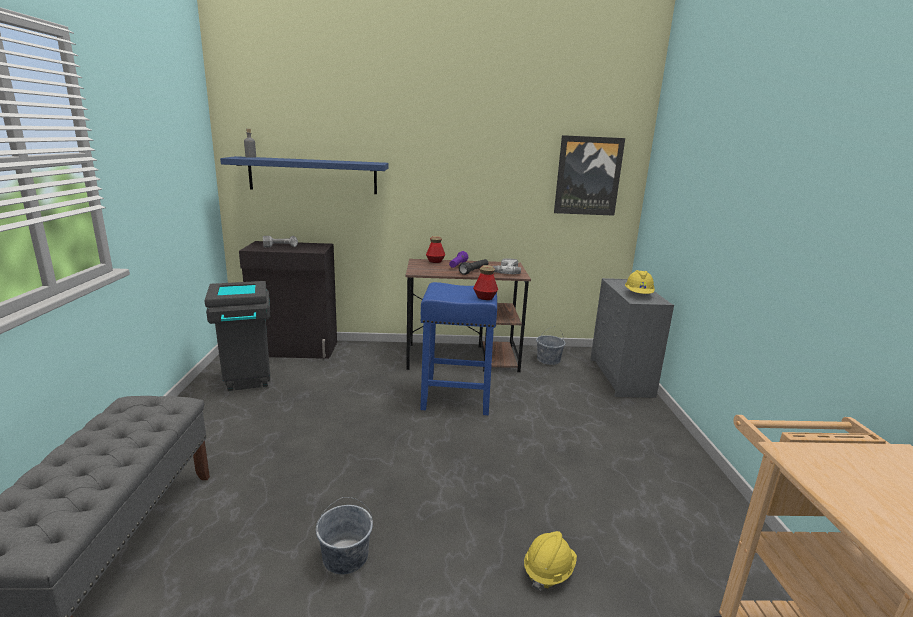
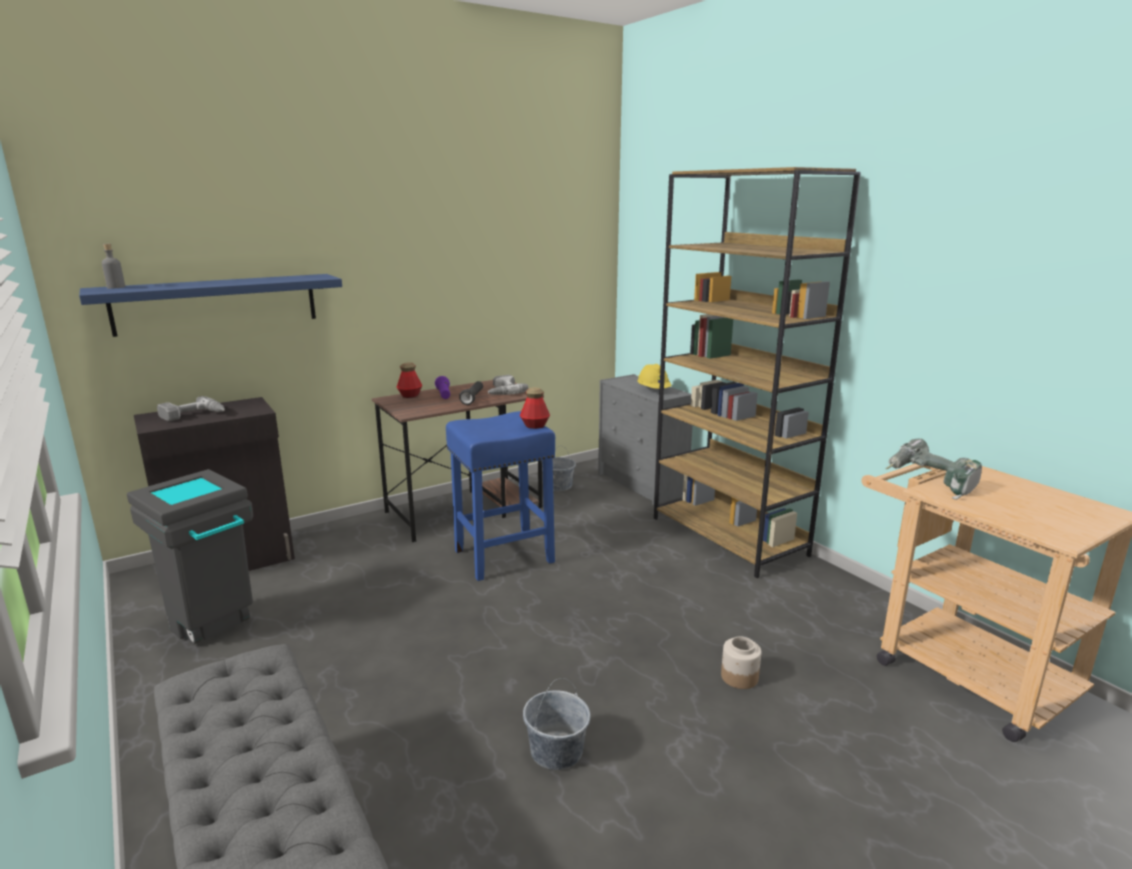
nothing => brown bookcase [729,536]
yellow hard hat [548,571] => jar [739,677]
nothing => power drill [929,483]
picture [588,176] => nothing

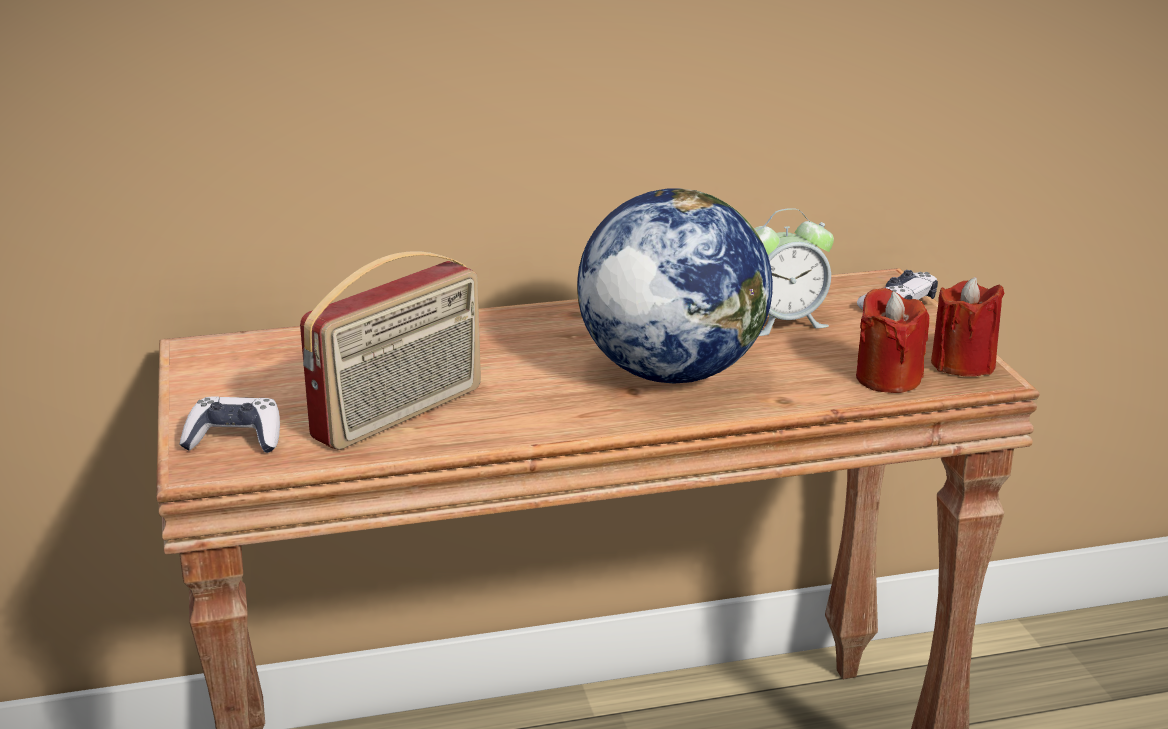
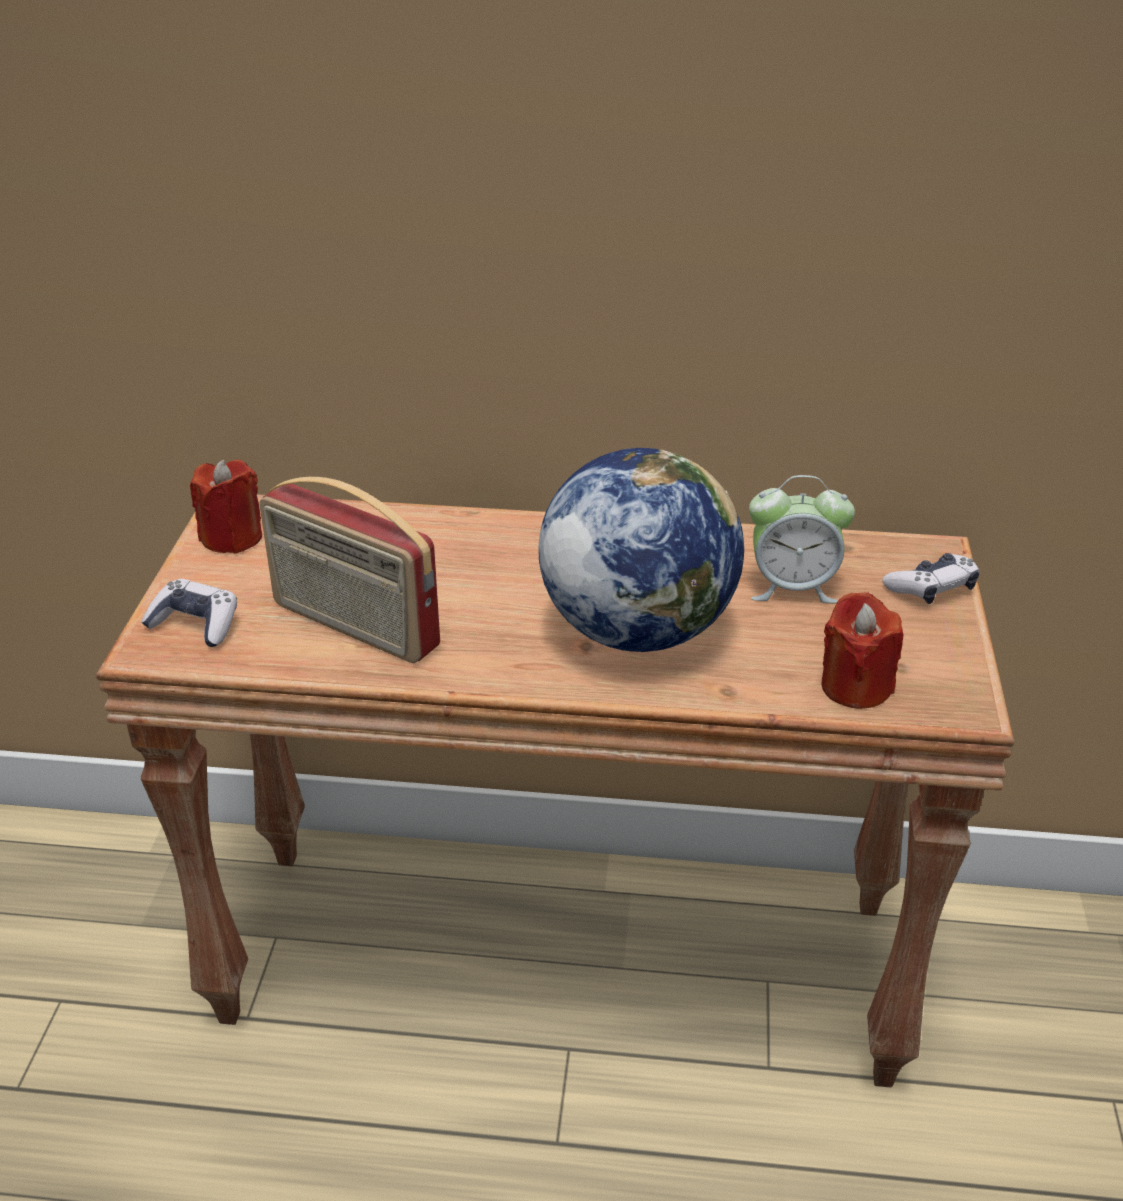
red candle [963,364] => red candle [232,538], moved
radio [400,414] => radio [353,627], 60 degrees clockwise

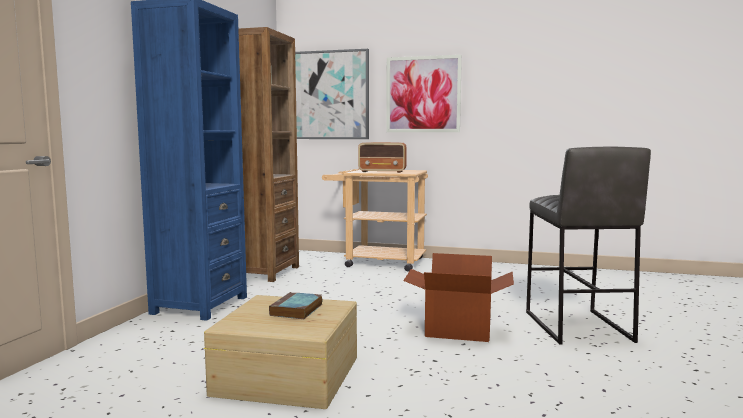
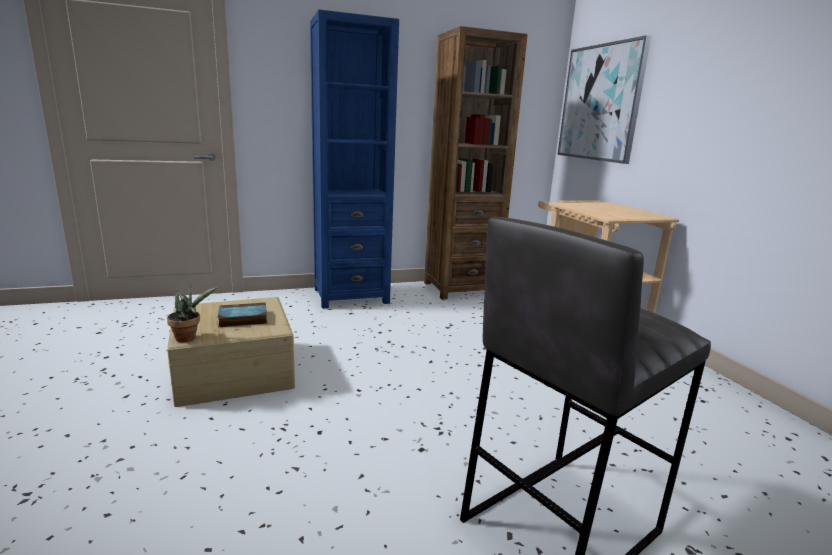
nothing => potted plant [189,337]
radio [383,172] => nothing
picture [423,94] => nothing
cardboard box [458,331] => nothing

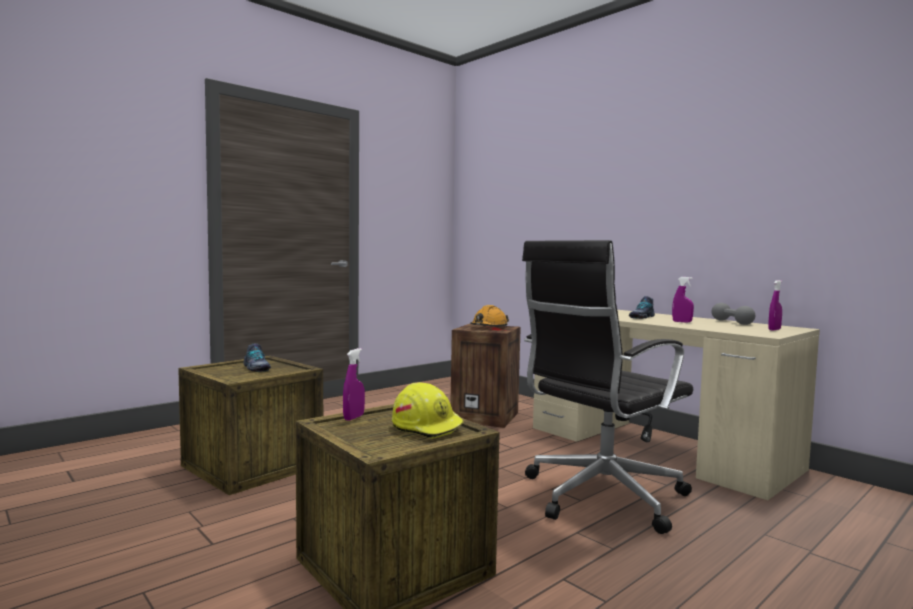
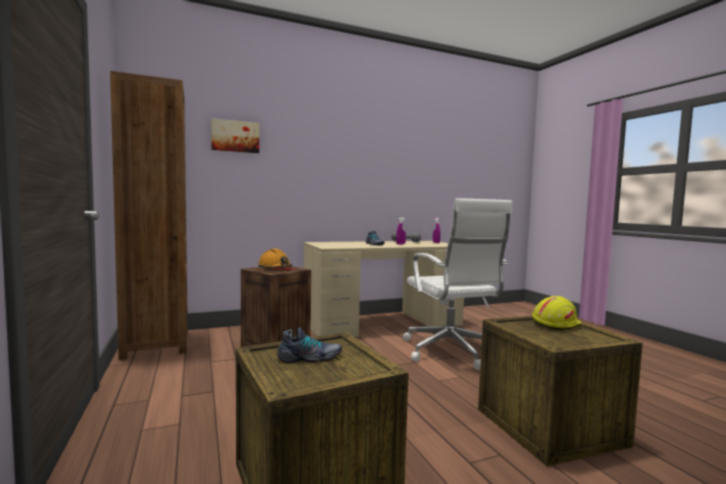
nothing => brown bookcase [156,344]
nothing => picture [235,136]
black office chair [600,497] => white office chair [451,352]
purple spray bottle [353,417] => nothing

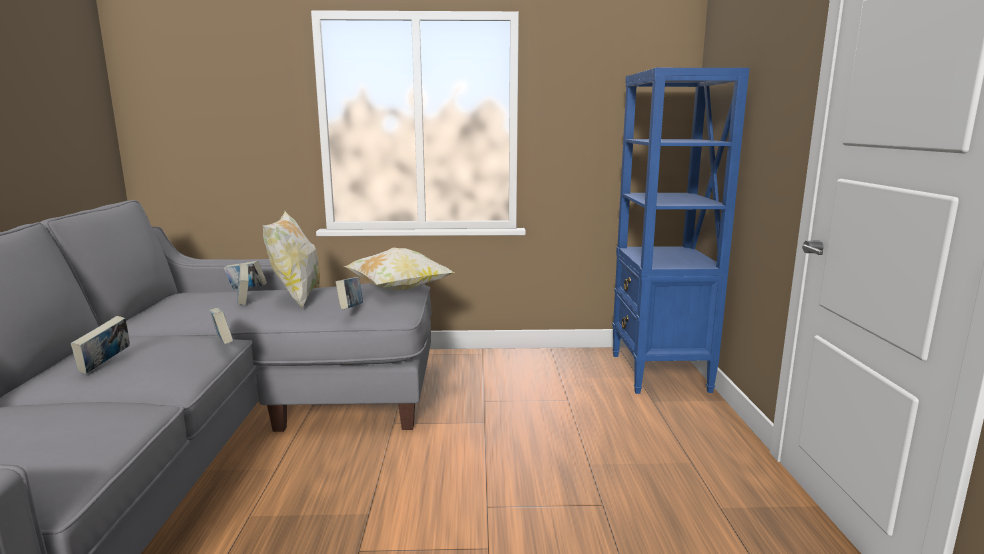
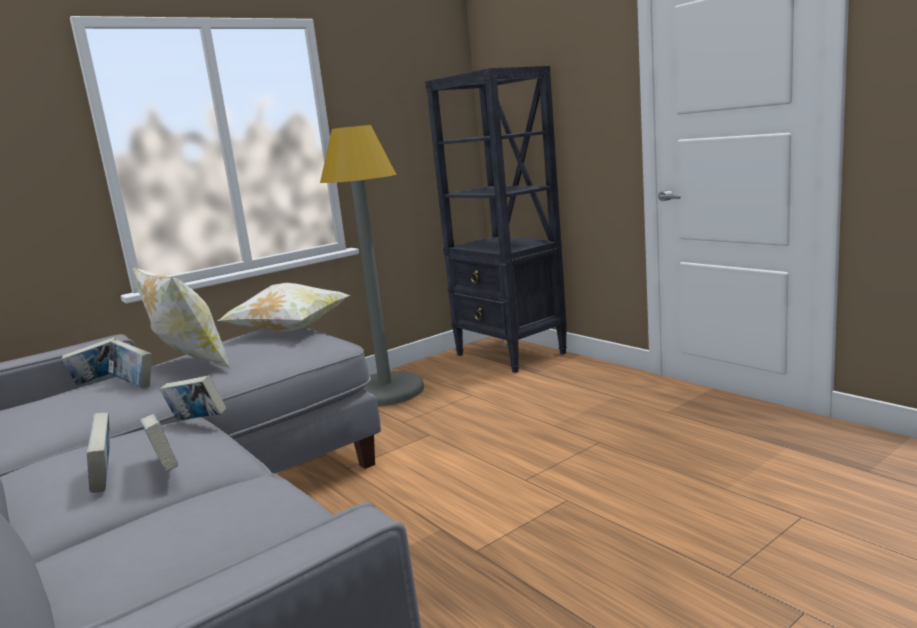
book [351,309] => book [165,468], moved
nothing => grey floor lamp [386,391]
blue bookcase [659,373] => black bookcase [511,354]

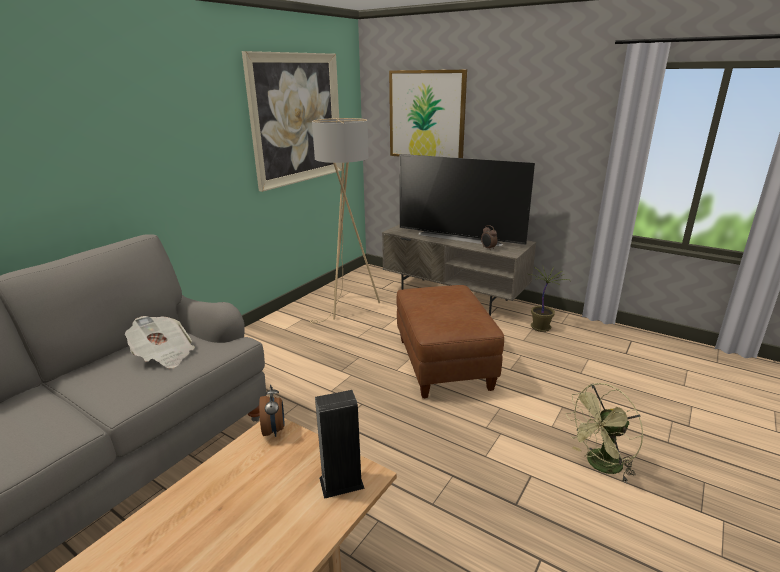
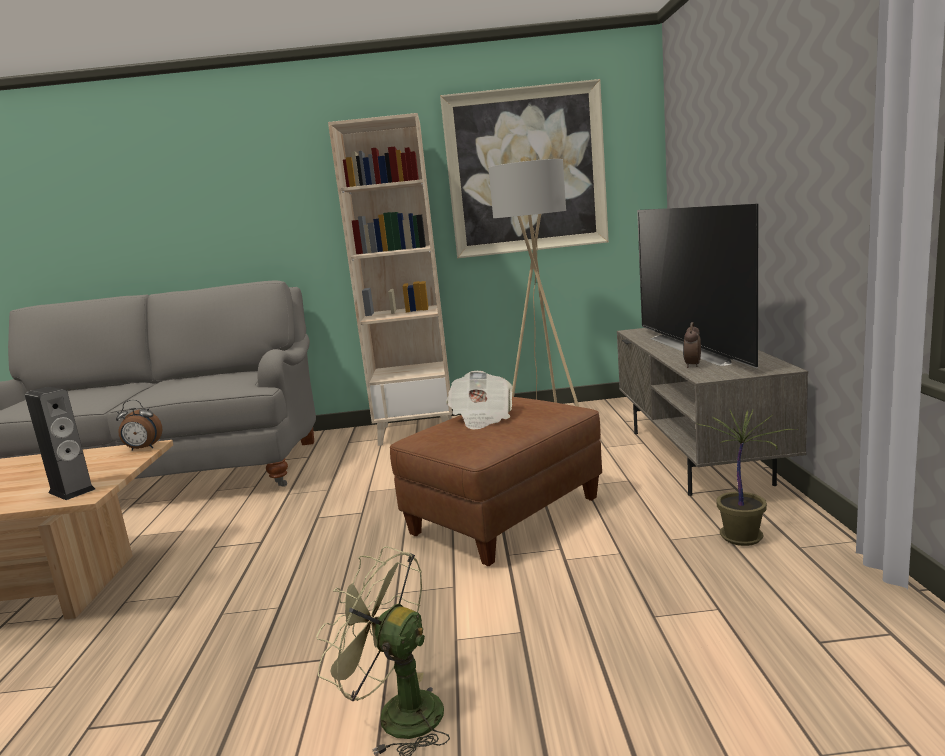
alarm clock [274,430] => alarm clock [143,449], 45 degrees clockwise
nothing => beige bookcase [417,431]
newspaper [164,355] => newspaper [481,418], moved
picture [426,115] => nothing

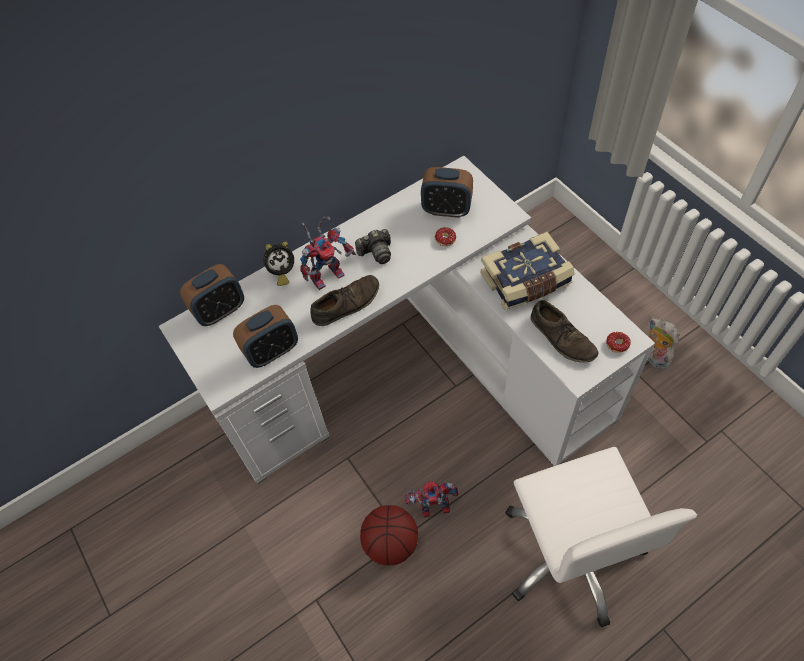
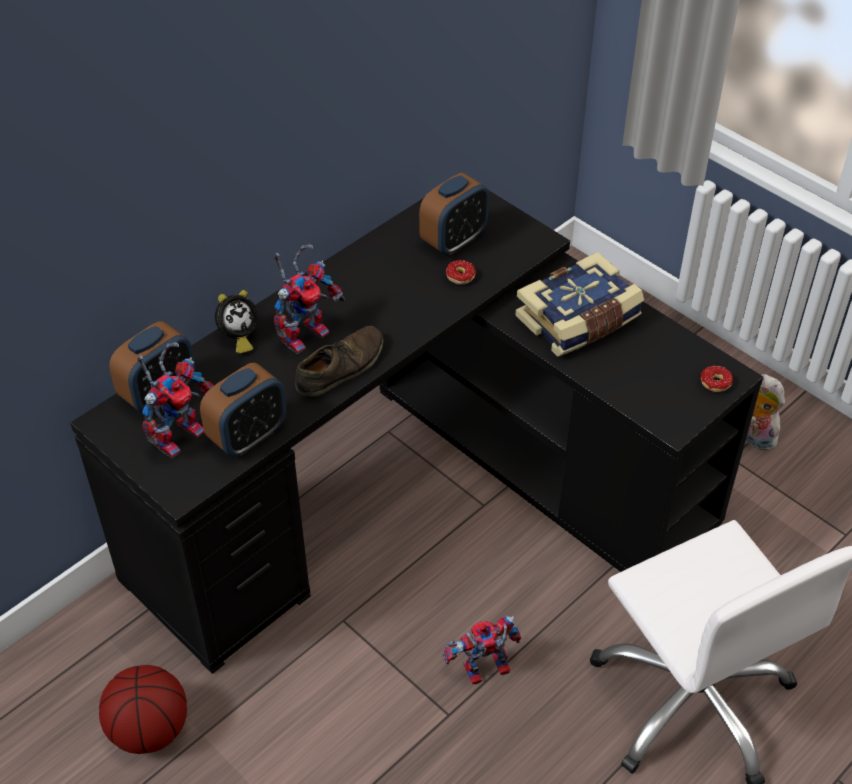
white desk [417,368] => black desk [422,489]
basketball [390,543] => basketball [149,730], moved
nothing => toy robot [179,432]
alarm clock [447,209] => alarm clock [454,240], 45 degrees counterclockwise
photo camera [376,252] => nothing
brown shoe [562,337] => nothing

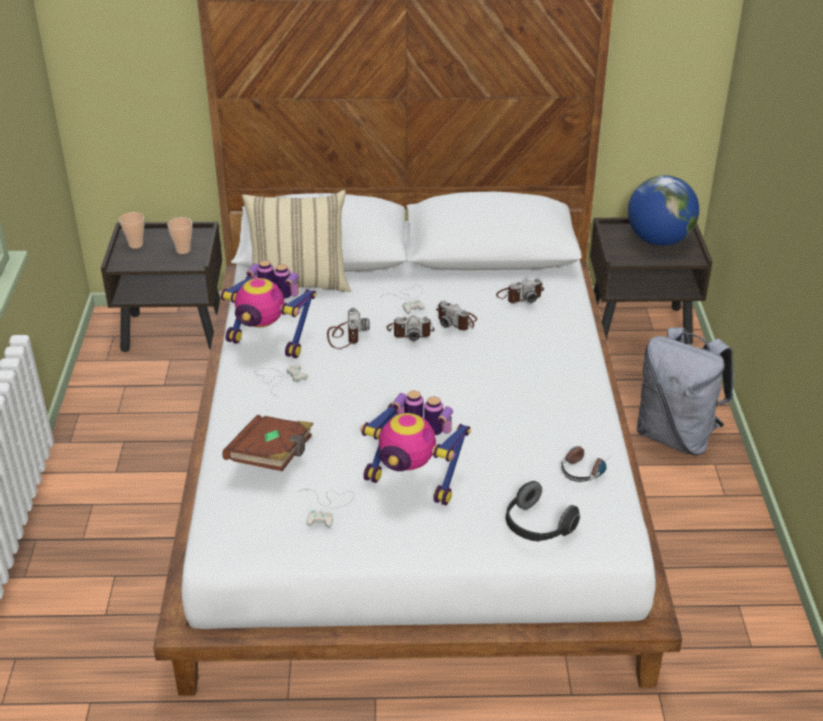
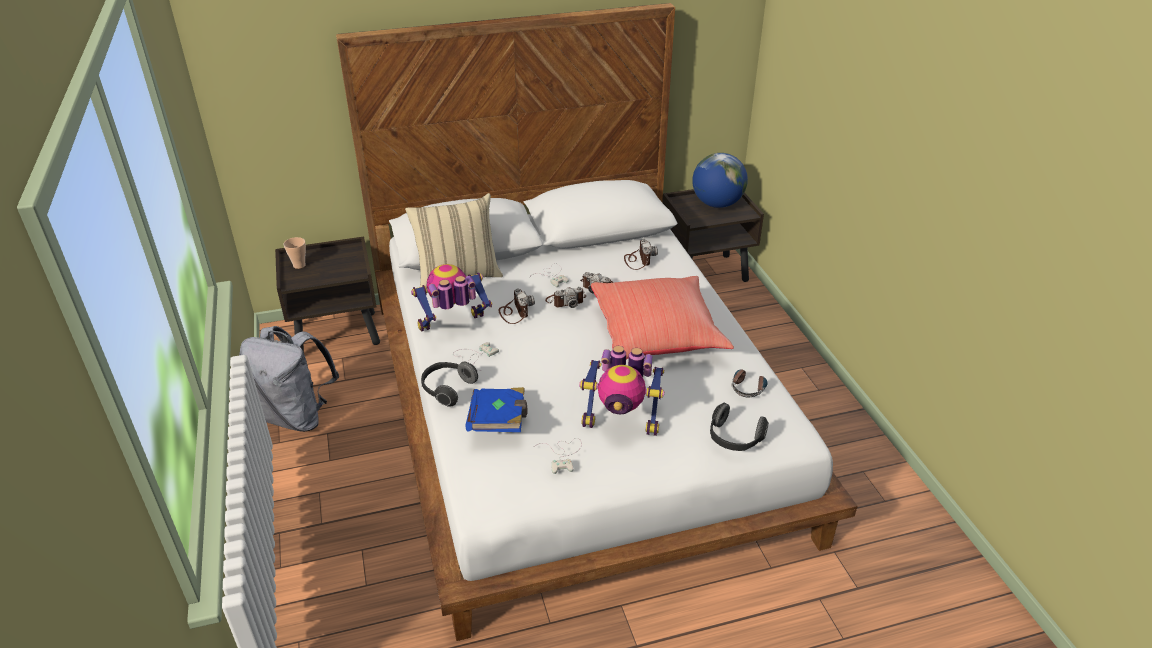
grey backpack [676,436] => grey backpack [297,416], moved
toy robot [269,342] => toy robot [453,328], 150 degrees clockwise
nothing => headphones [447,389]
brown book [272,457] => blue book [499,422]
nothing => red pillow [657,336]
photo camera [520,296] => photo camera [638,260], 60 degrees counterclockwise
cup [183,250] => nothing

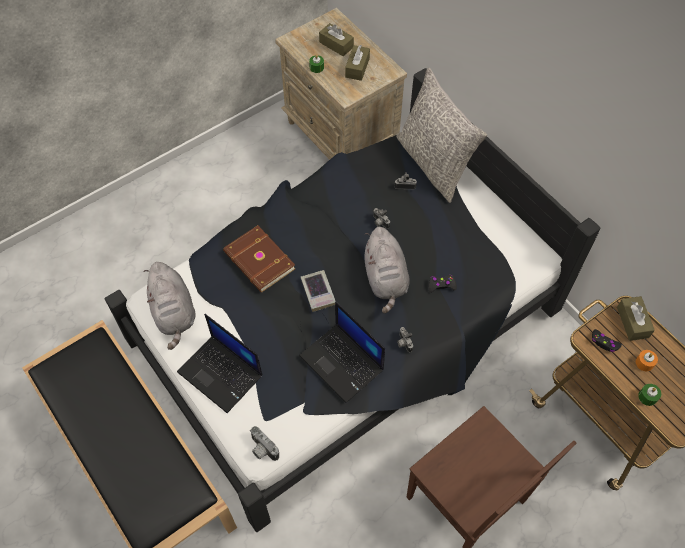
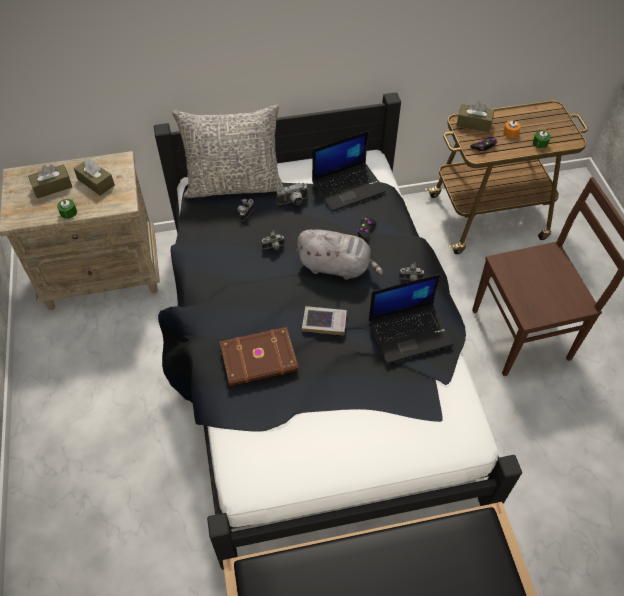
photo camera [262,449] => photo camera [293,202], moved
laptop [221,373] => laptop [349,186], moved
grey plush toy [174,313] => nothing

